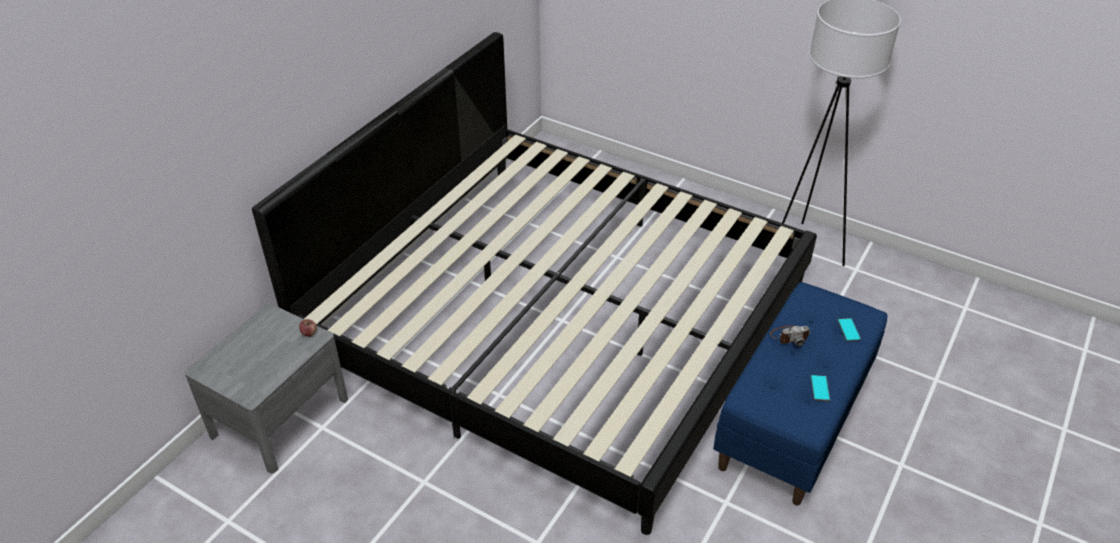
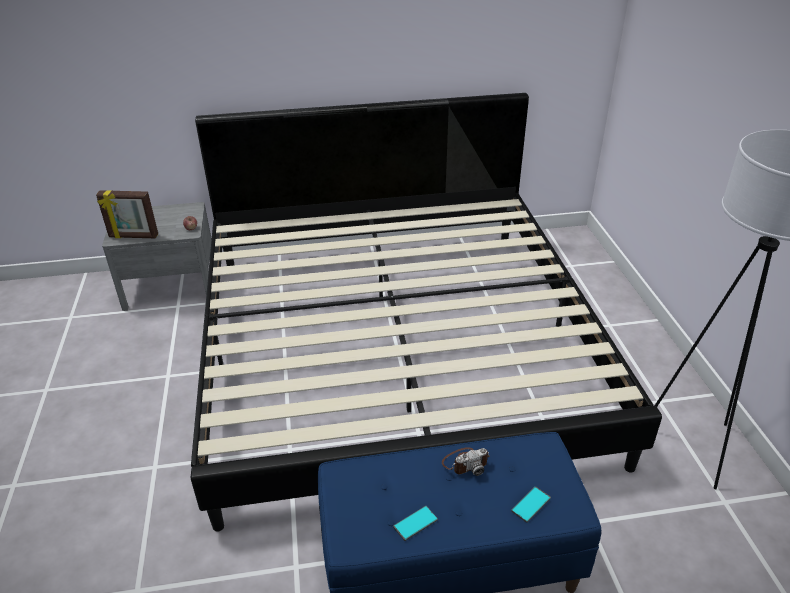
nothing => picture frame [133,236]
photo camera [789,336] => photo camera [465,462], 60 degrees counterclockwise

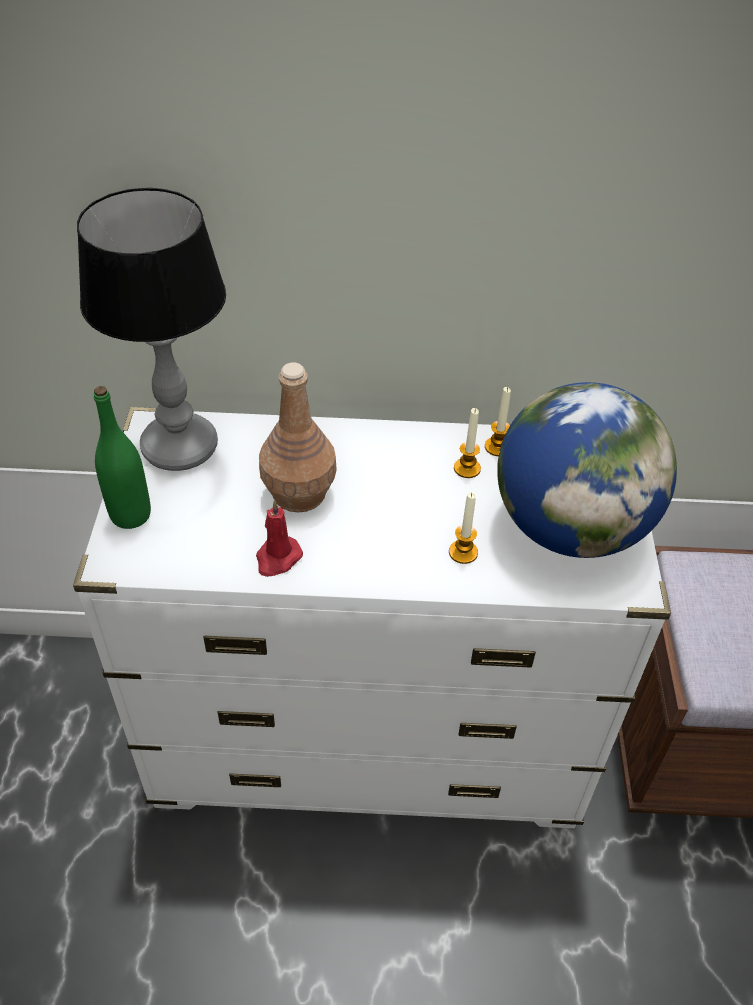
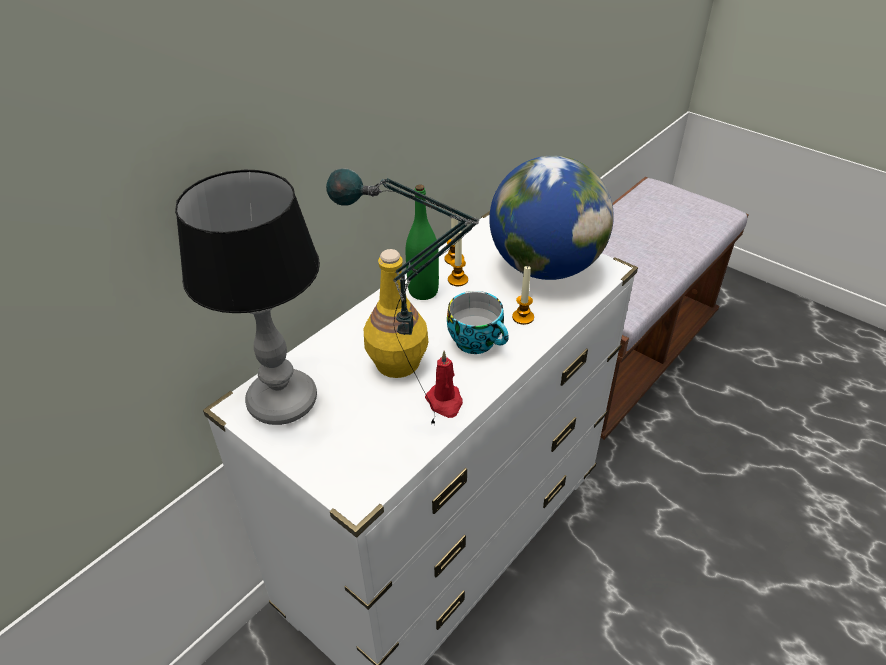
nothing => table lamp [416,435]
brown bottle [298,493] => yellow bottle [397,363]
green bottle [131,515] => green bottle [423,291], moved
nothing => cup [478,341]

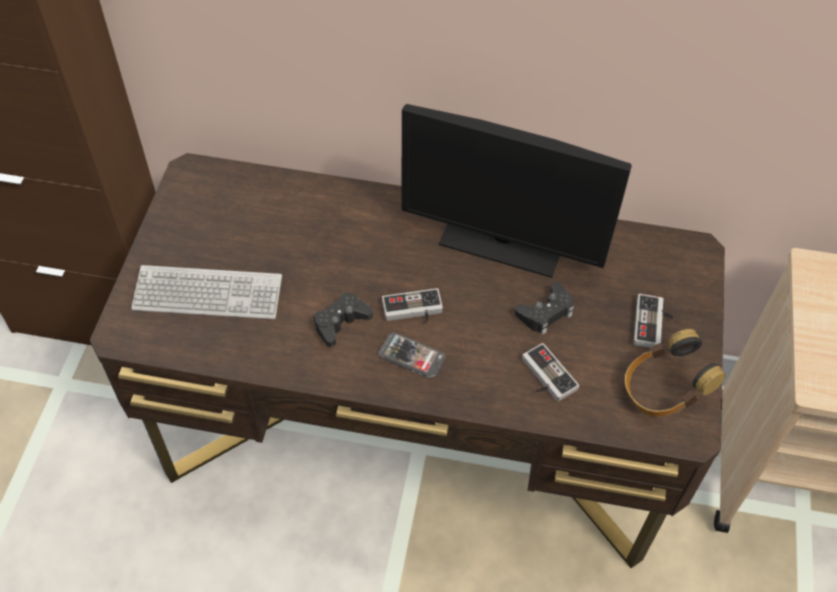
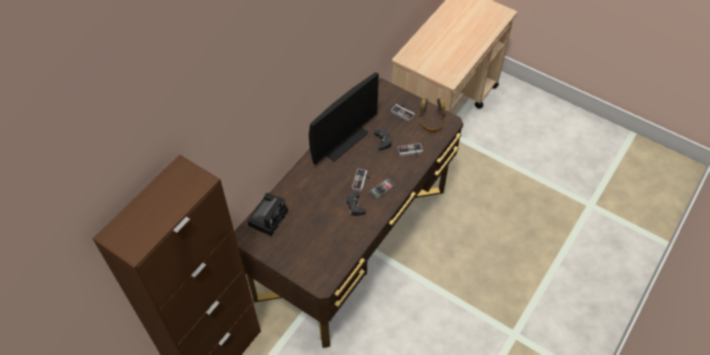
nothing => photo camera [268,217]
keyboard [208,294] => nothing

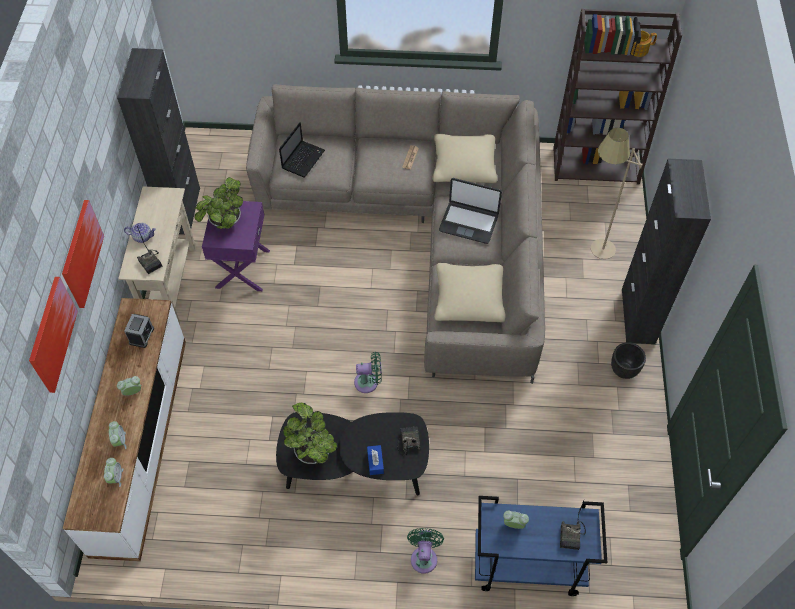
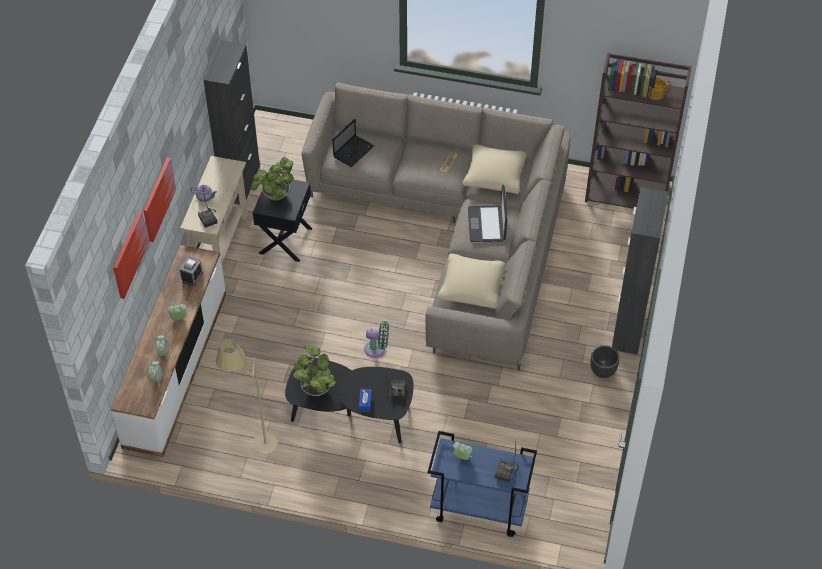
beige floor lamp [593,253] => beige floor lamp [254,446], moved
purple side table [241,269] => black side table [284,240]
laptop [469,222] => laptop [487,224], 60 degrees clockwise
green fan [424,557] => nothing

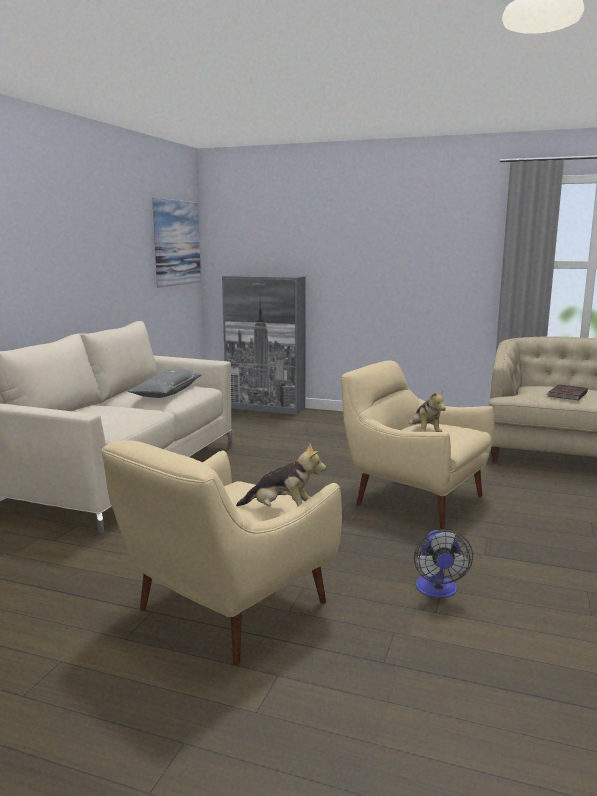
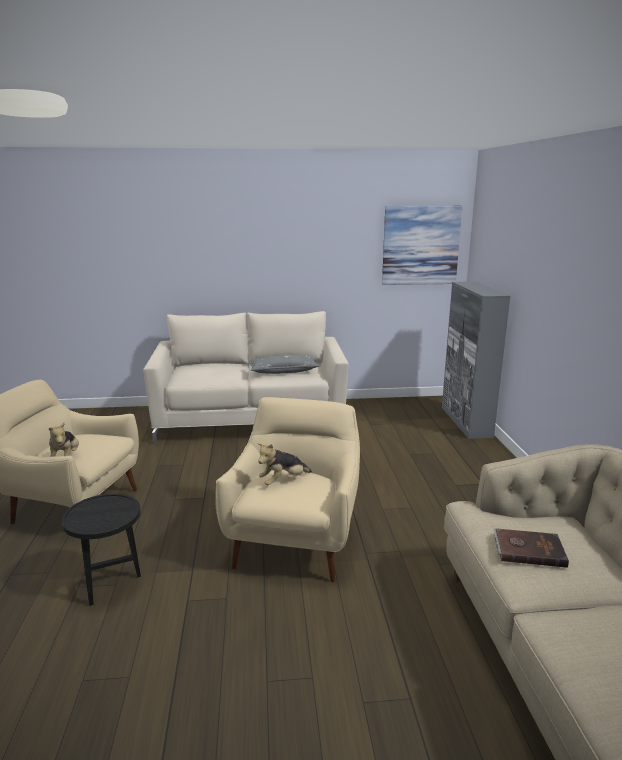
fan [437,591] => black side table [111,583]

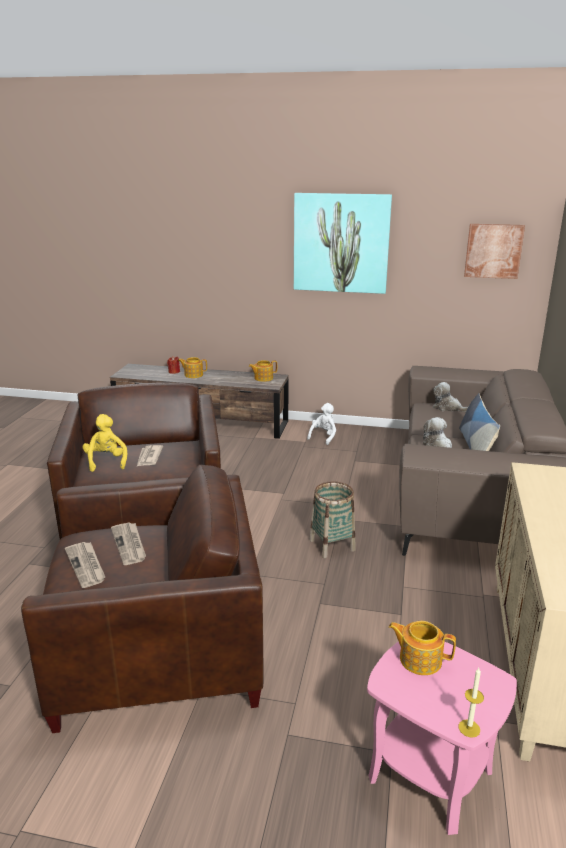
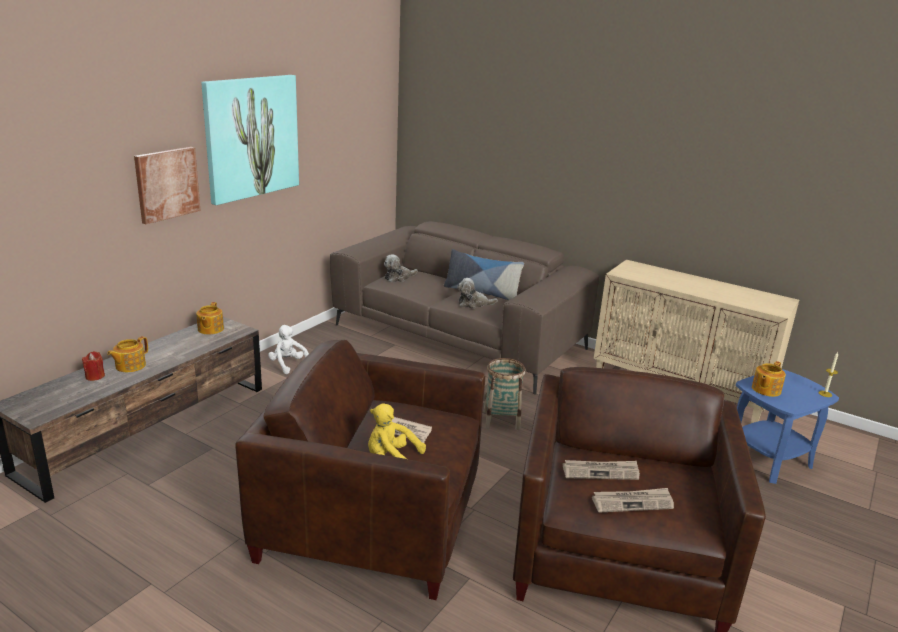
picture [493,251] => picture [167,184], moved
pink side table [430,774] => blue side table [768,459]

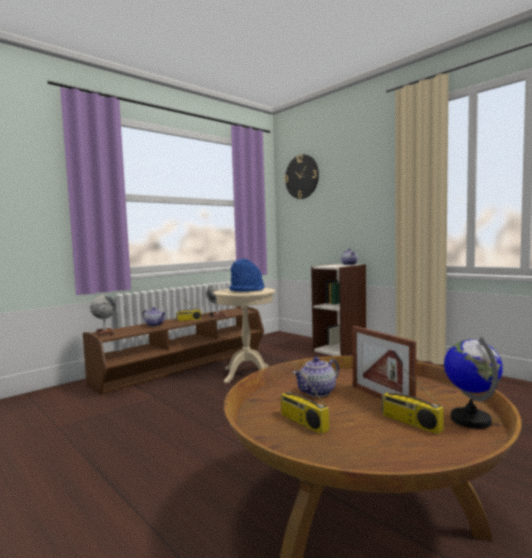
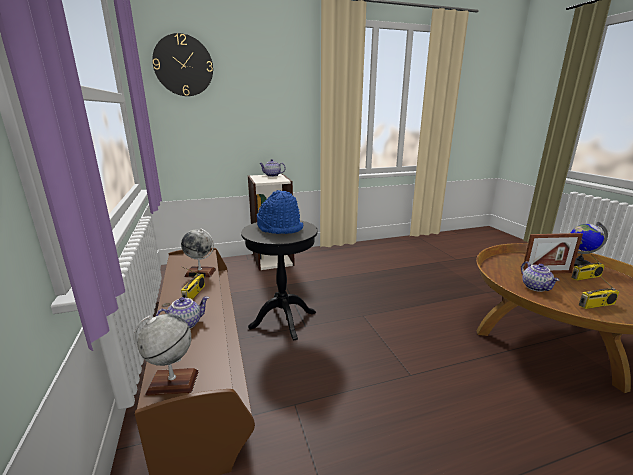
beige side table [247,374] => black side table [283,320]

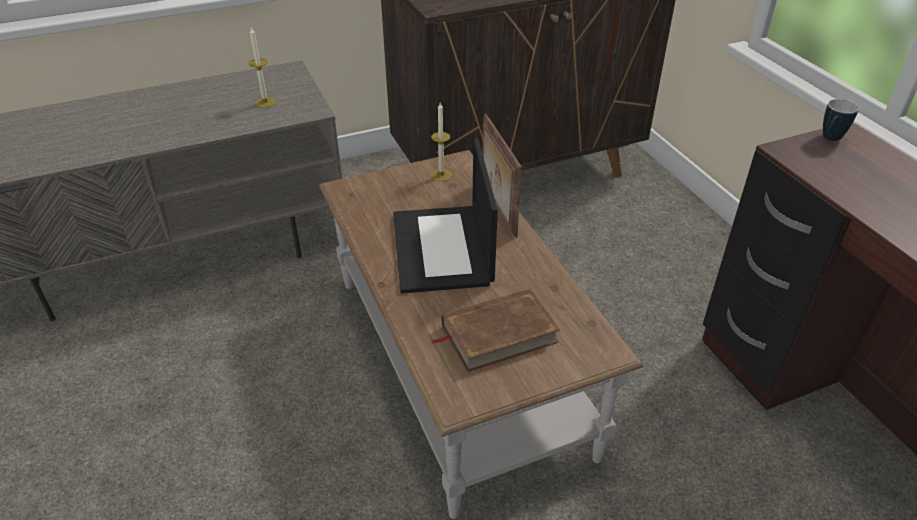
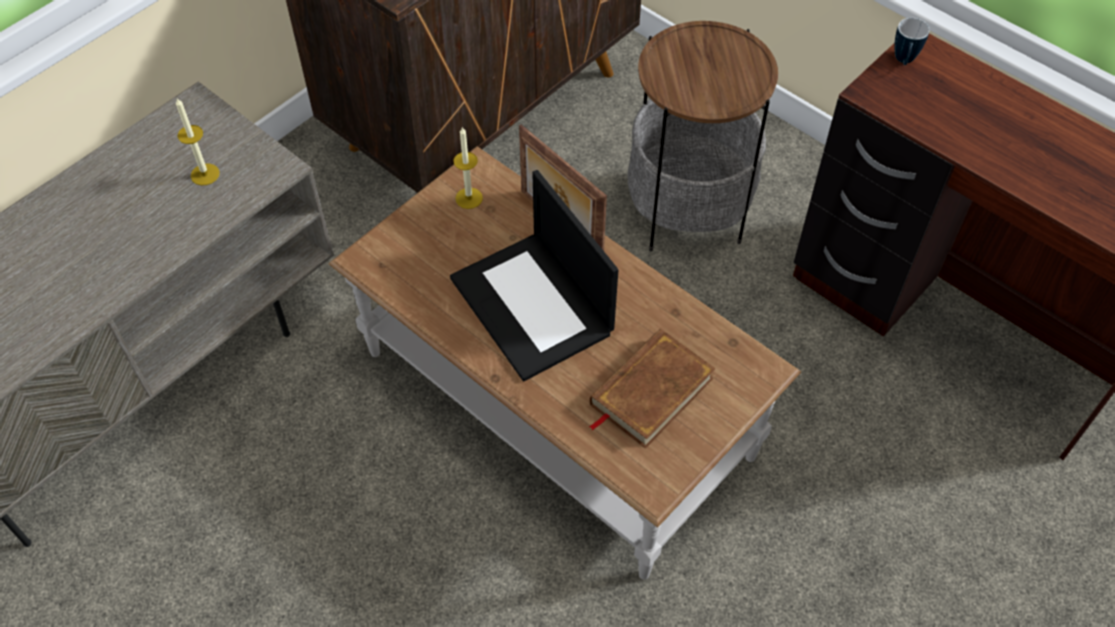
nothing => side table [687,211]

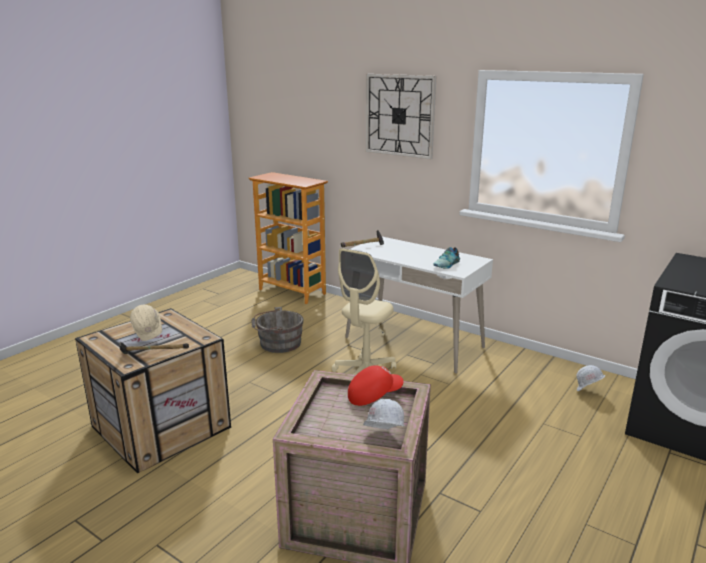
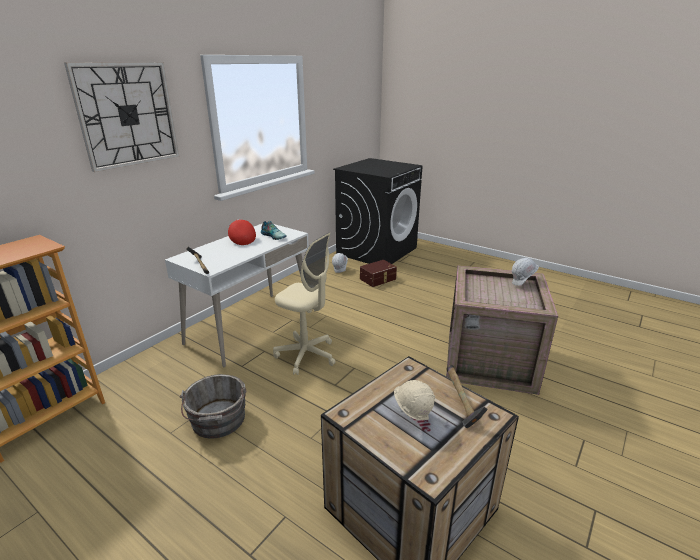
red cap [374,395] => red cap [241,239], moved
nothing => brown storage box [378,279]

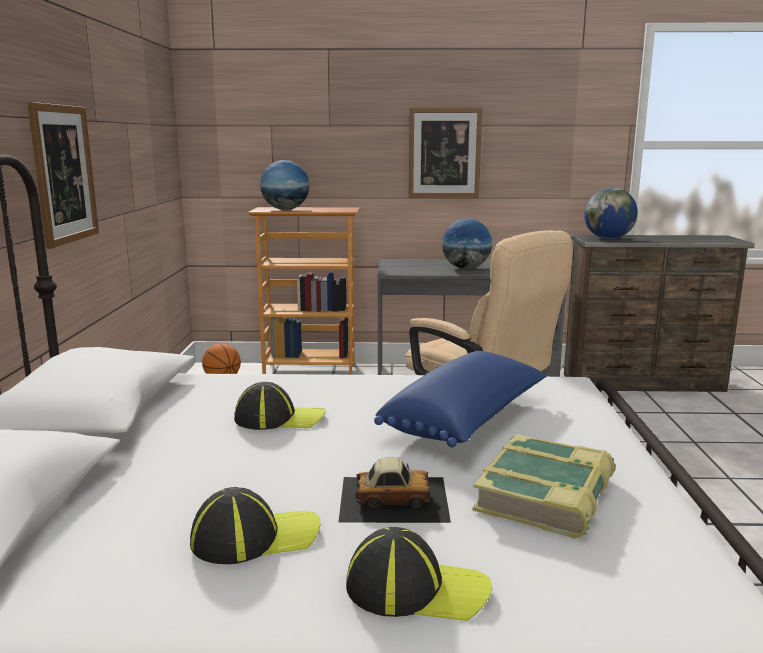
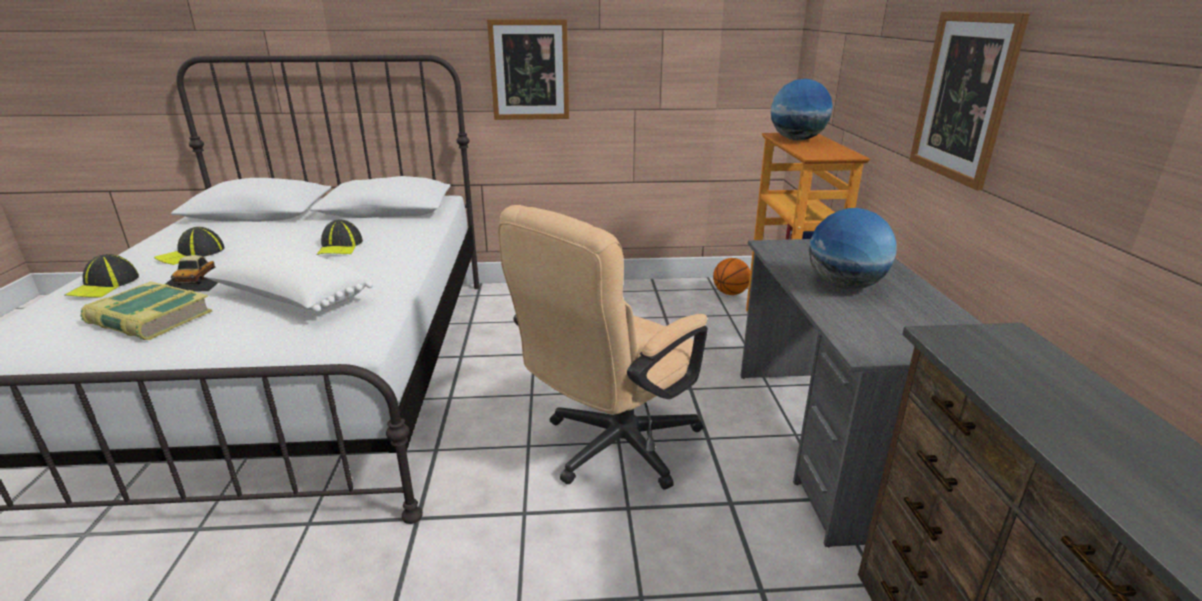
cap [255,537] => cap [192,254], 60 degrees clockwise
blue pillow [468,421] => white pillow [291,299]
globe [608,238] => nothing

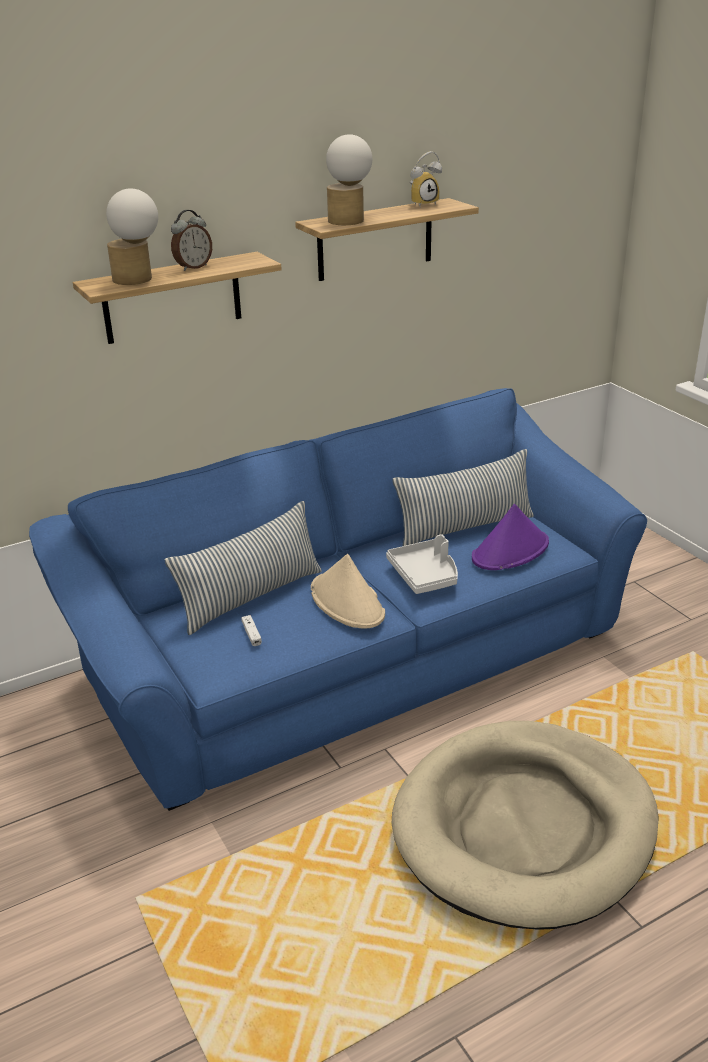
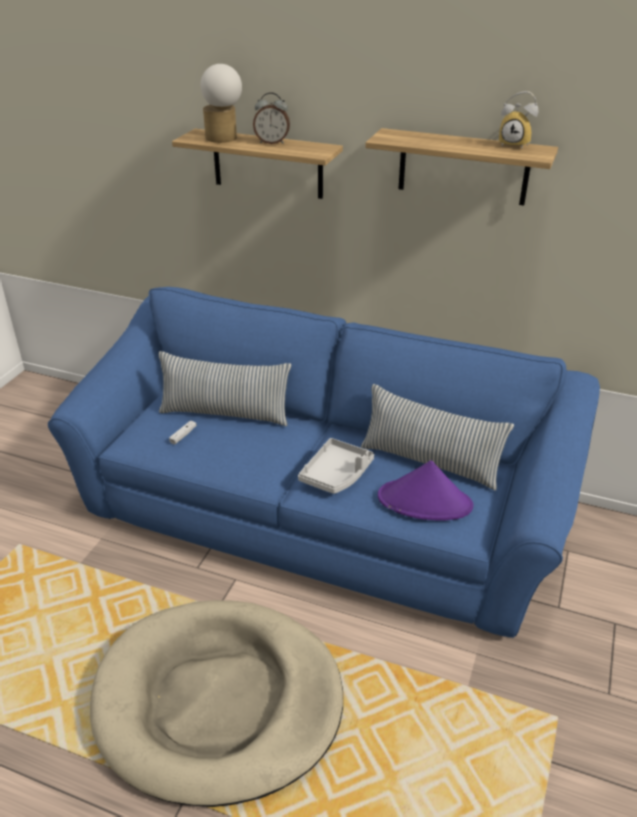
beige hat [347,602] => nothing
table lamp [349,220] => nothing

